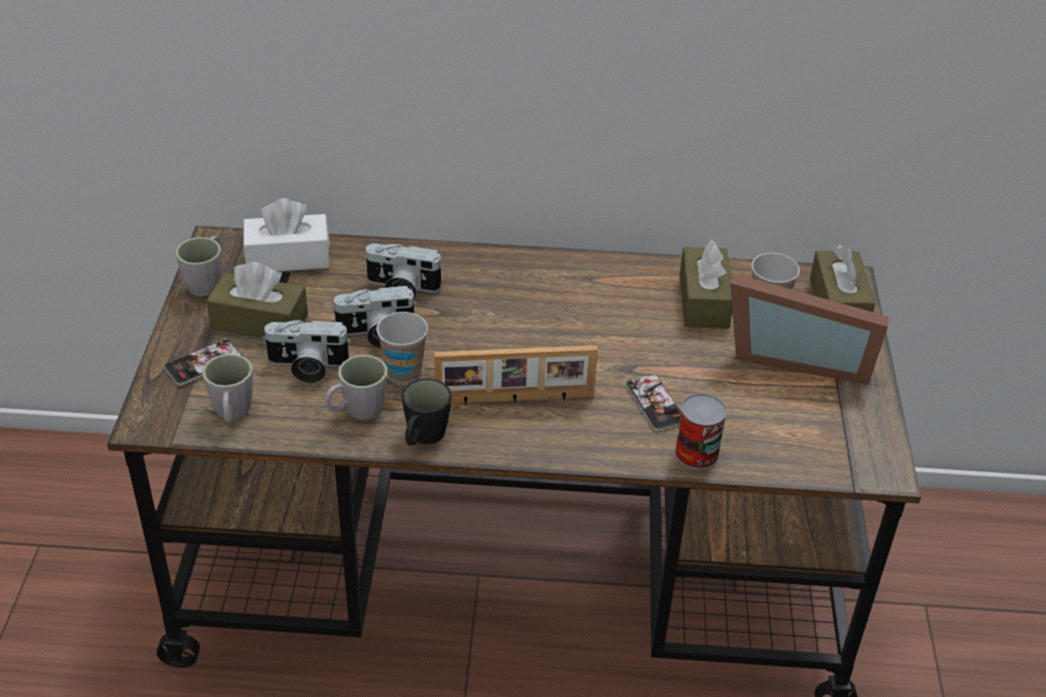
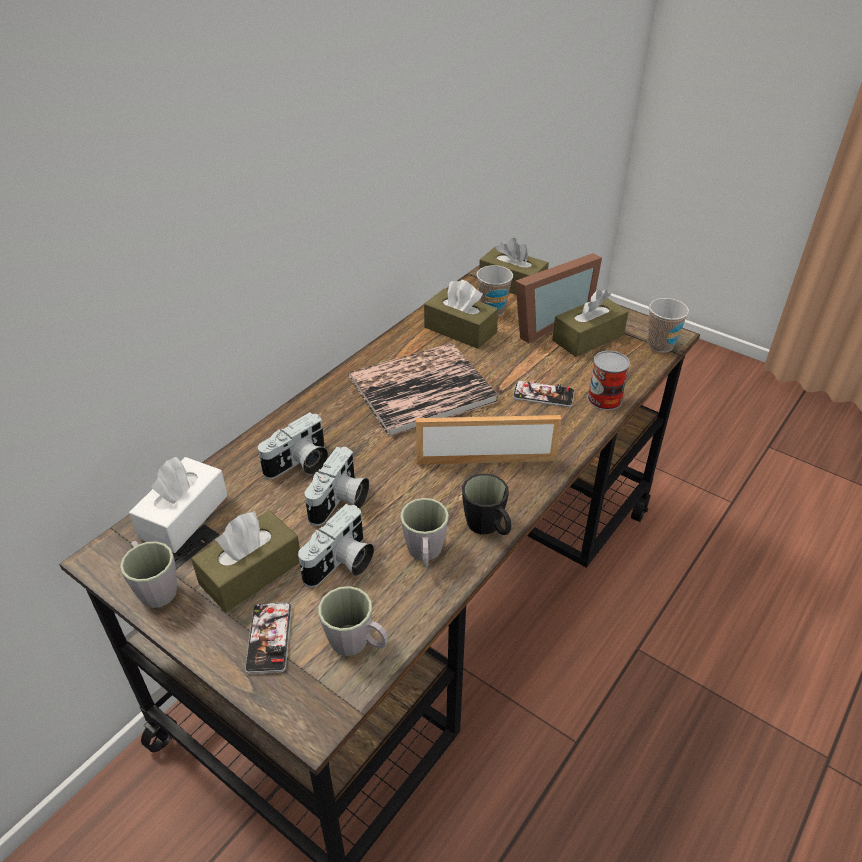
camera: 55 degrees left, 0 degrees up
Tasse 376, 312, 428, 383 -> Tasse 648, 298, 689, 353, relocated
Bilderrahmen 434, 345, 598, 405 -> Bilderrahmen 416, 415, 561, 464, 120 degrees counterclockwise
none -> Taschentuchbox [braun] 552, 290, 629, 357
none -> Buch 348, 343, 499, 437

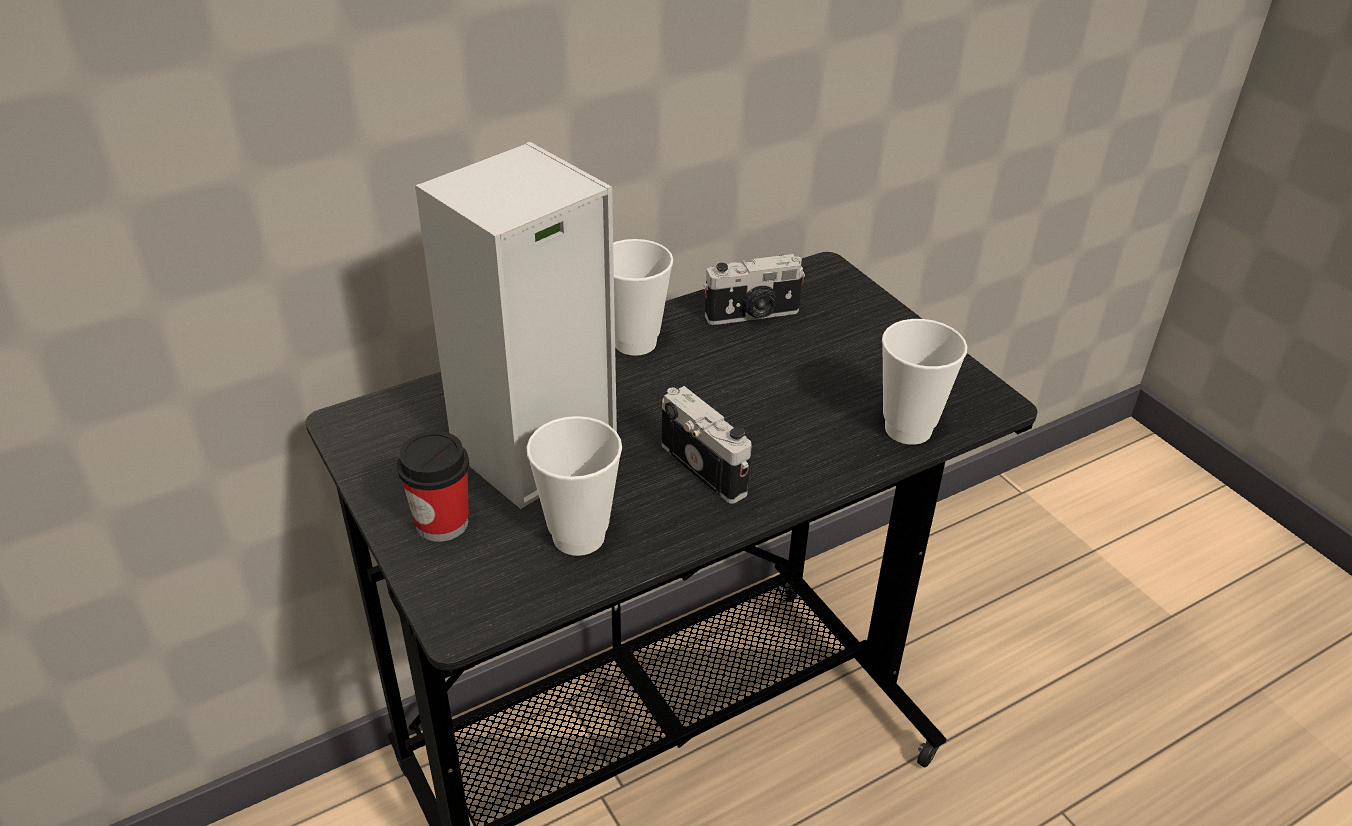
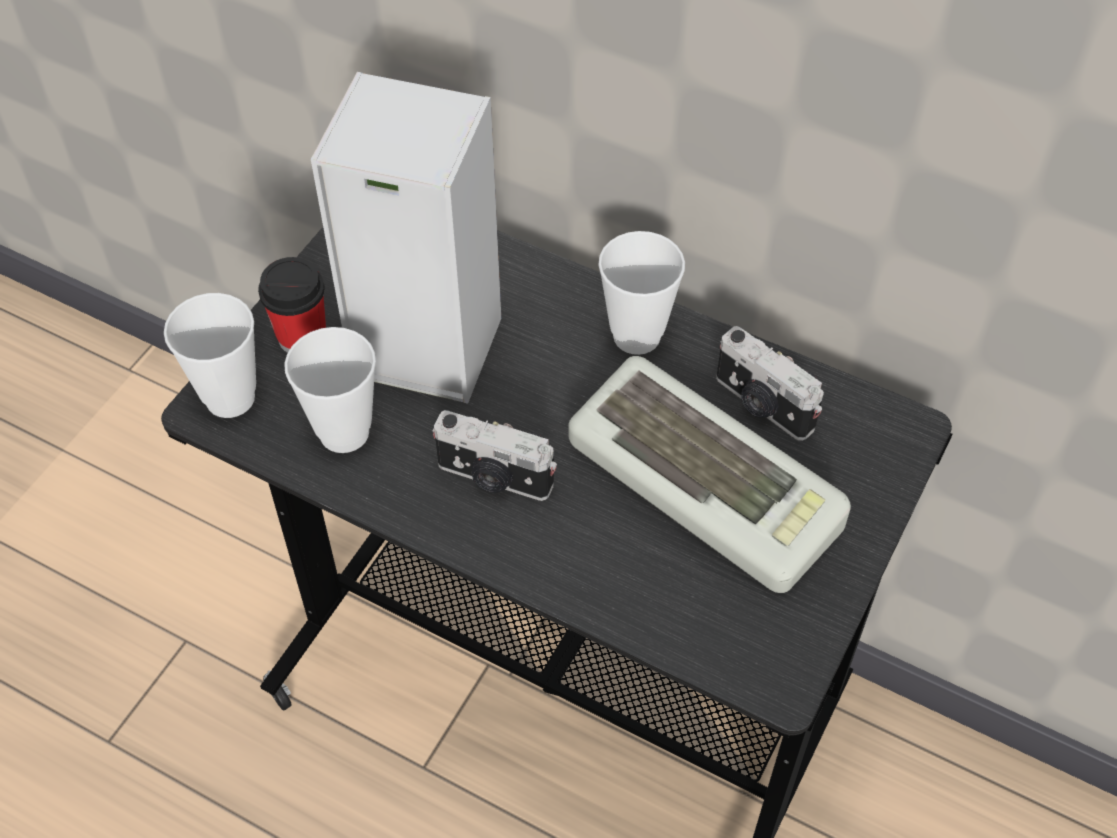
camera: 60 degrees right, 15 degrees up
Tasse 882, 319, 967, 445 -> Tasse 164, 293, 256, 418, relocated
Kamera 662, 386, 752, 504 -> Kamera 432, 410, 557, 501, 90 degrees clockwise
none -> Tastatur 568, 356, 851, 593

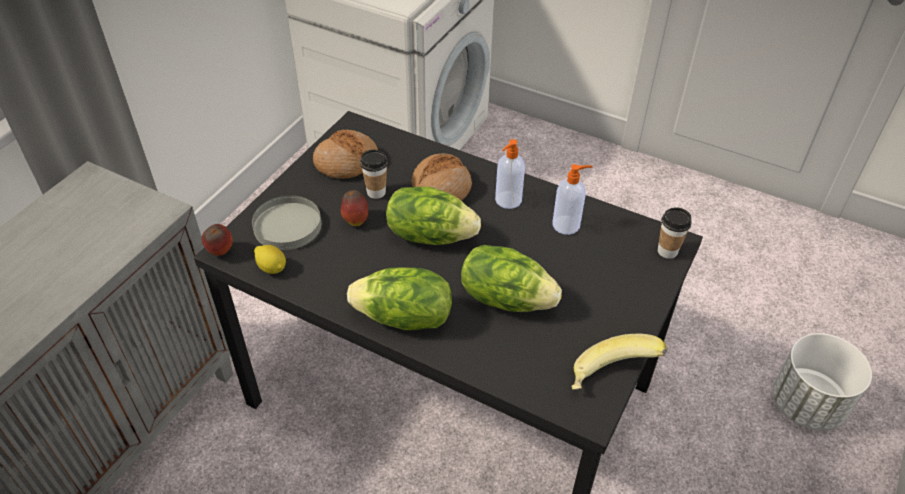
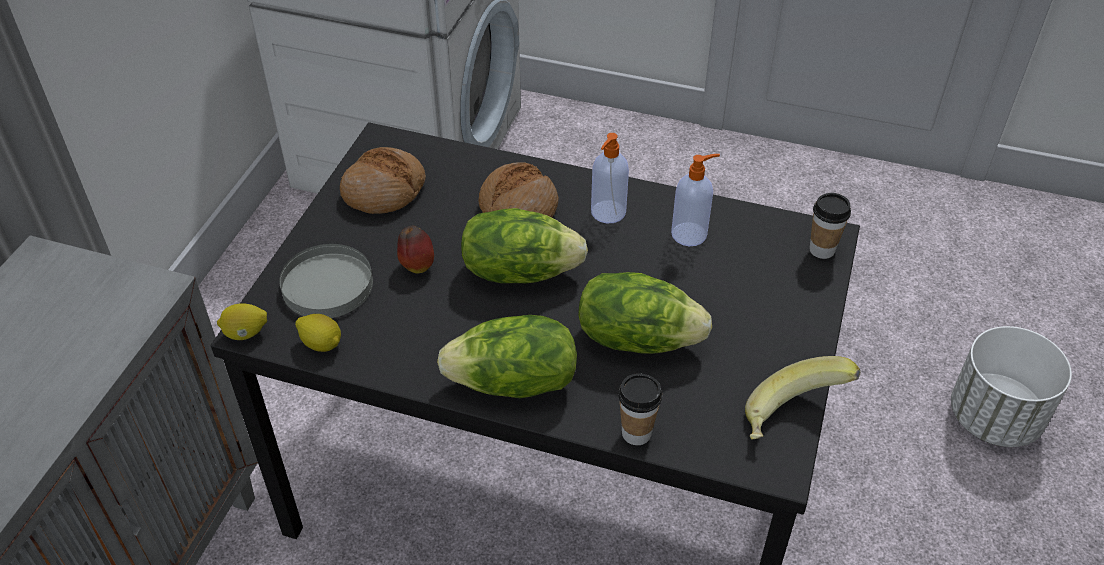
camera: 10 degrees left, 0 degrees up
Tasse 360, 149, 388, 199 -> Tasse 618, 373, 662, 445, relocated
Apfel 201, 224, 233, 256 -> Zitrone 217, 303, 267, 340

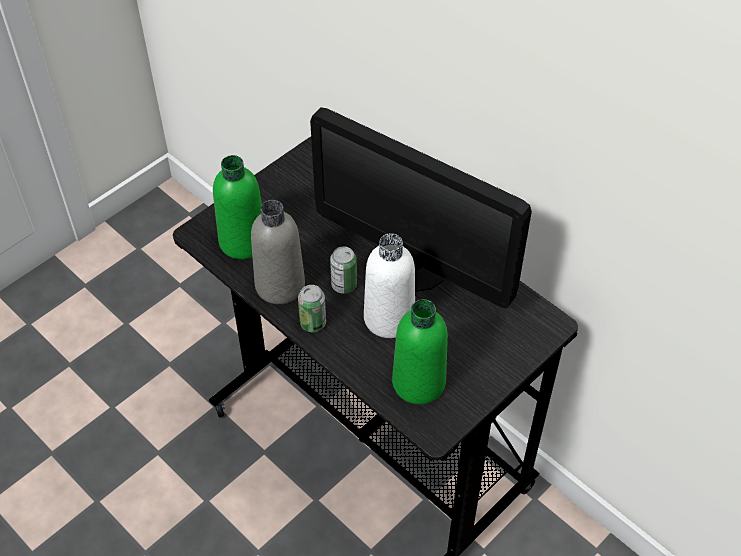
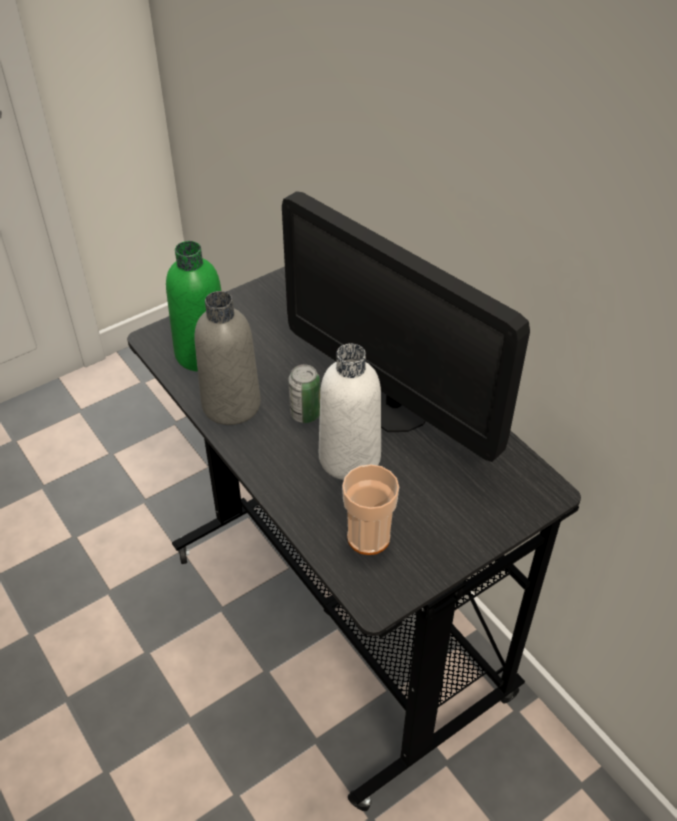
camera: 10 degrees right, 5 degrees down
Dose 298, 285, 326, 332 -> none
Flasche [grün] 392, 299, 448, 404 -> Tasse 342, 464, 399, 555

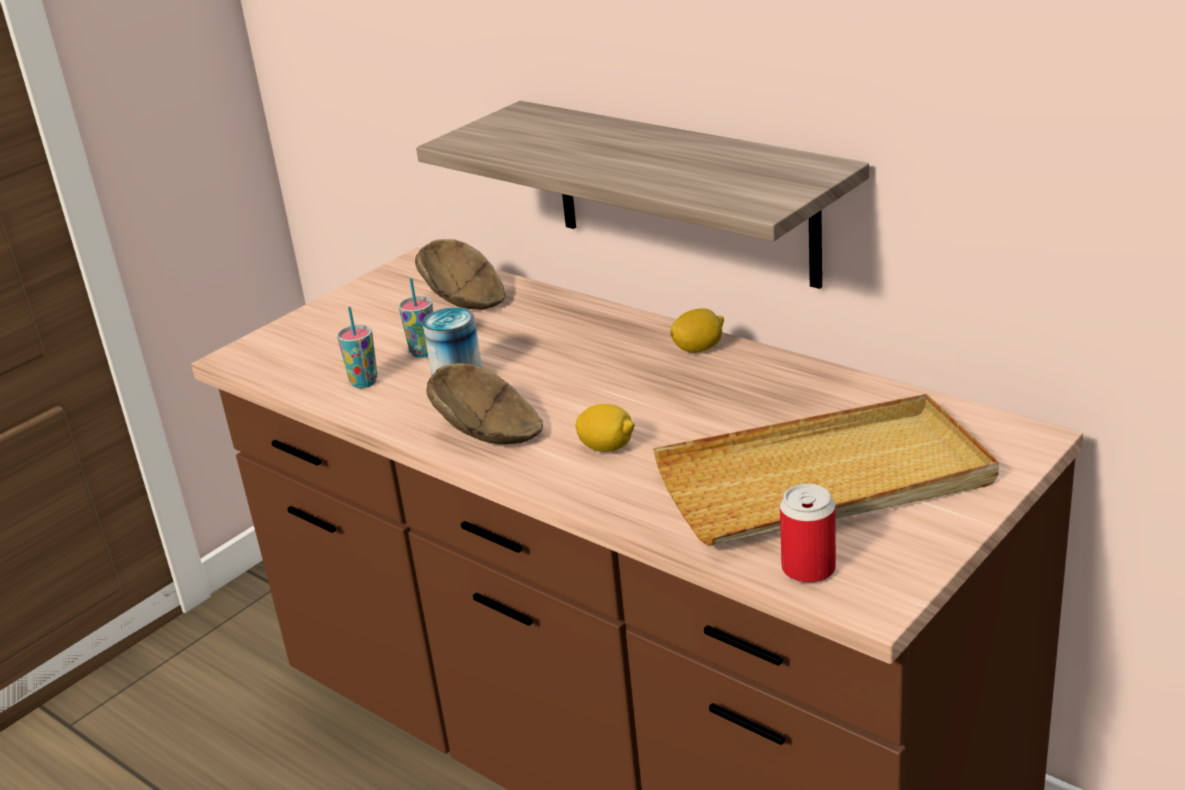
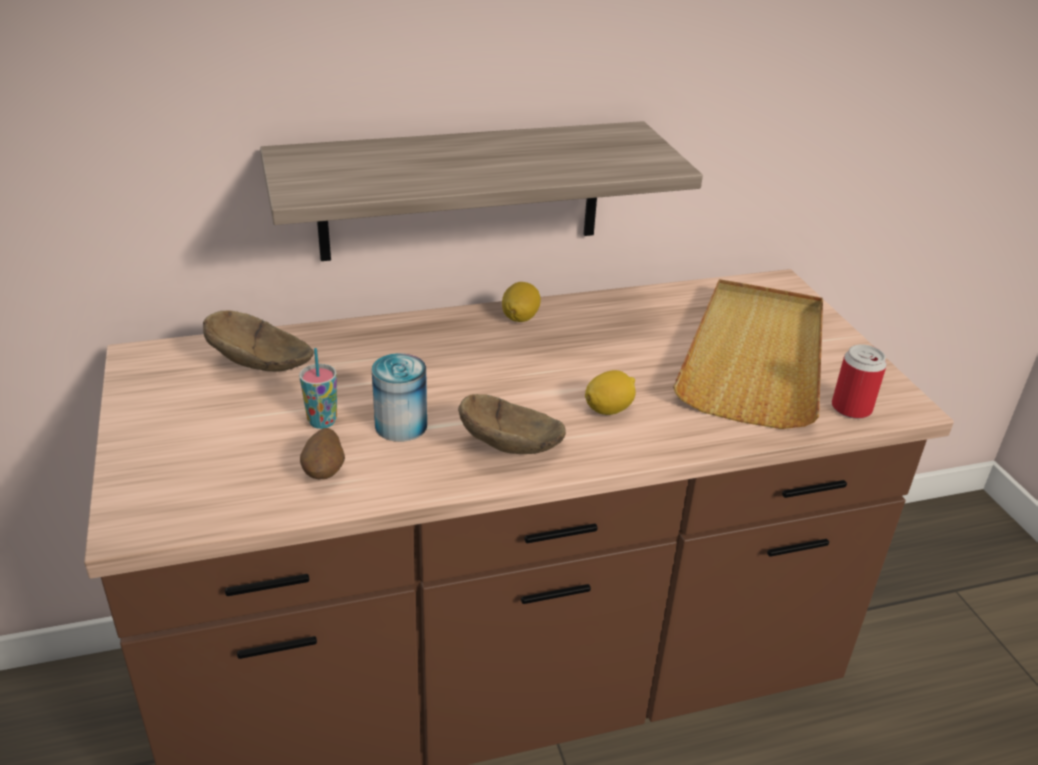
camera: 60 degrees left, 5 degrees up
Tasse 337, 307, 378, 388 -> Kartoffel 300, 428, 345, 479

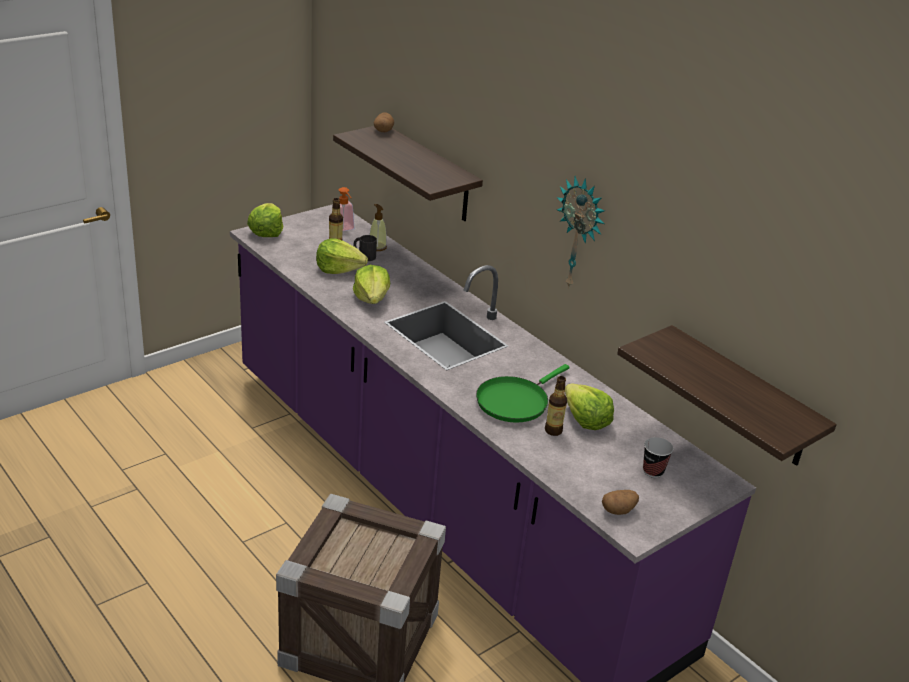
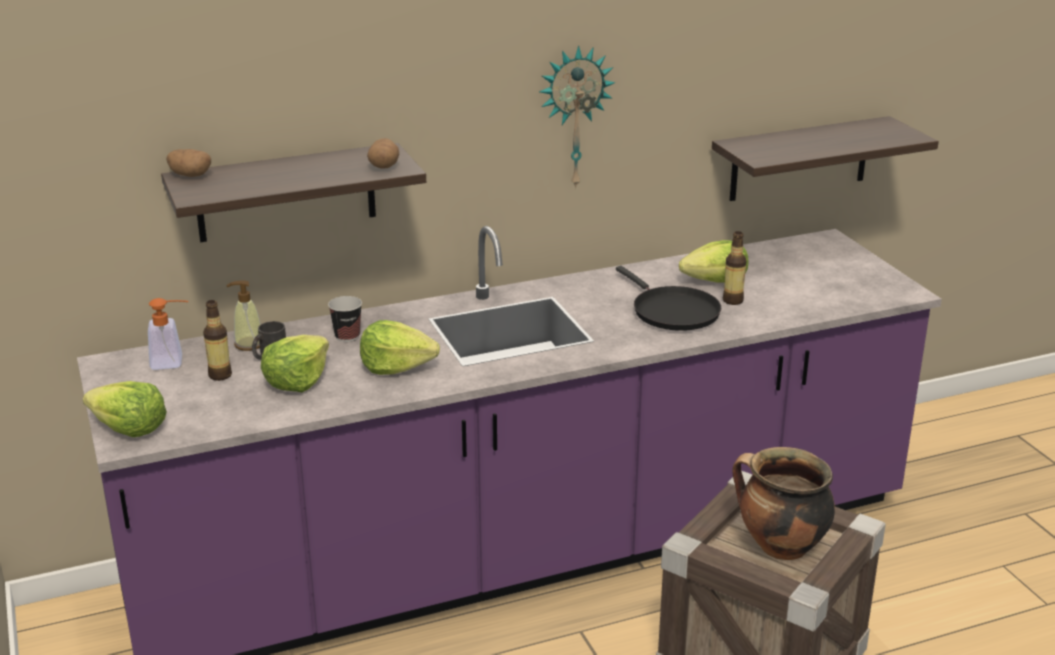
camera: 70 degrees left, 5 degrees down
Pfanne [grün] 476, 364, 570, 423 -> Pfanne [schwarz] 616, 266, 721, 331
Tasse 643, 437, 674, 478 -> Tasse 328, 296, 362, 342, relocated
Kartoffel 602, 490, 639, 515 -> Kartoffel 367, 138, 399, 169, relocated
none -> Kochtopf 732, 447, 835, 560

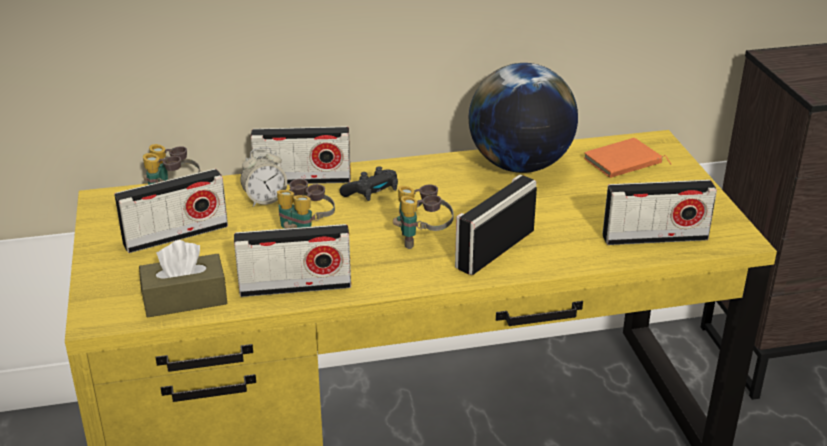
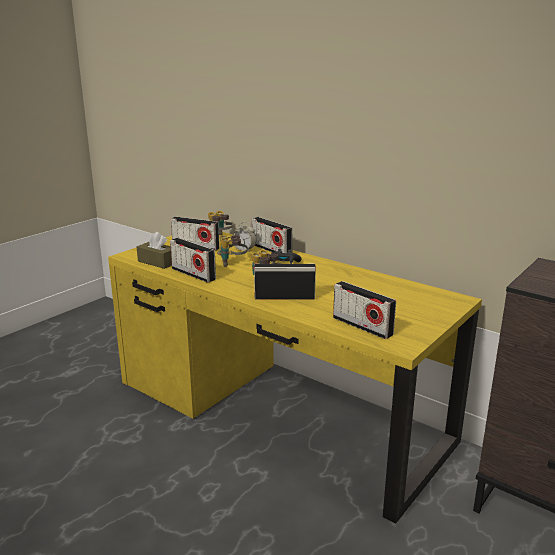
camera: 50 degrees right, 10 degrees down
Globus 469, 63, 578, 173 -> none
Buch [orange] 584, 138, 672, 178 -> none

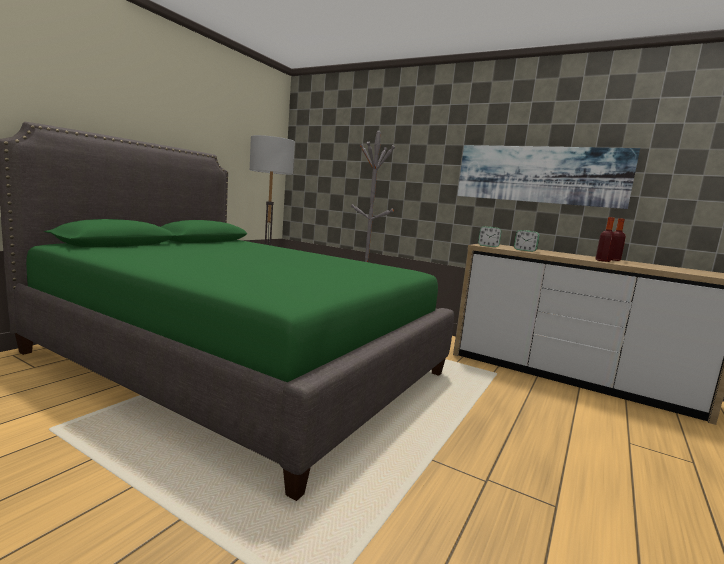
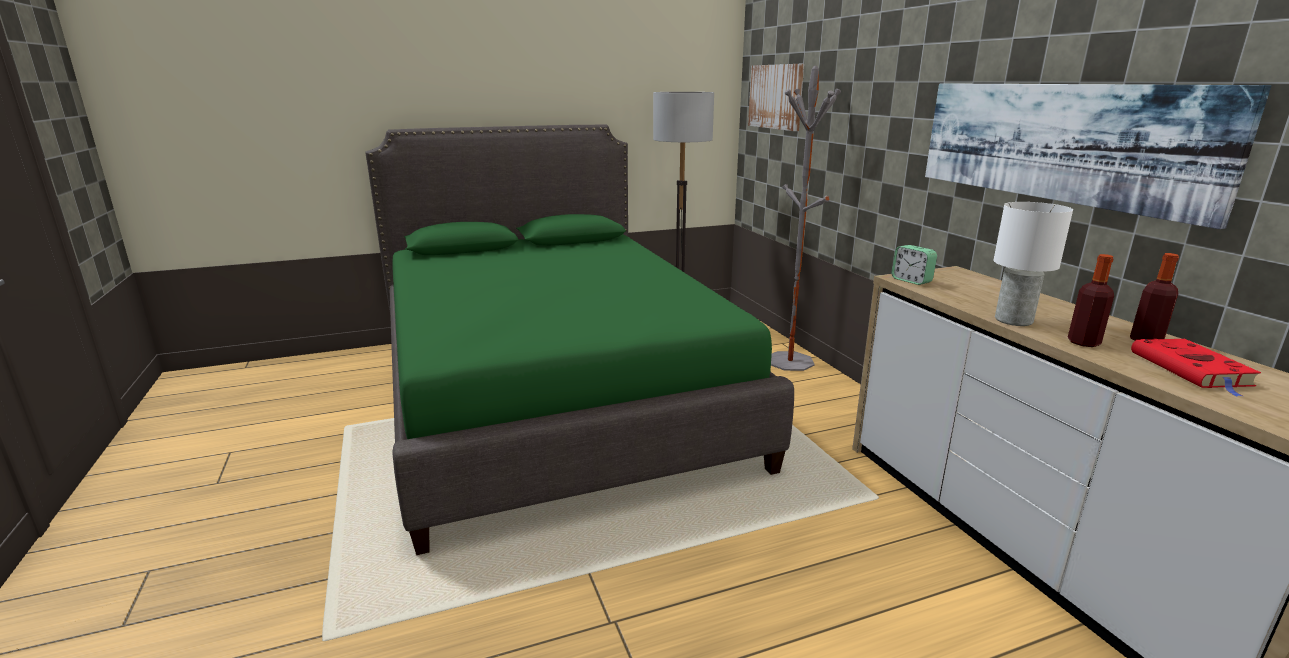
camera: 40 degrees right, 10 degrees up
Wecker 514, 230, 540, 252 -> none
none -> Bild 748, 64, 804, 131
none -> Tischlampe [weiß] 993, 202, 1073, 326
none -> Buch [rot] 1131, 339, 1261, 397

